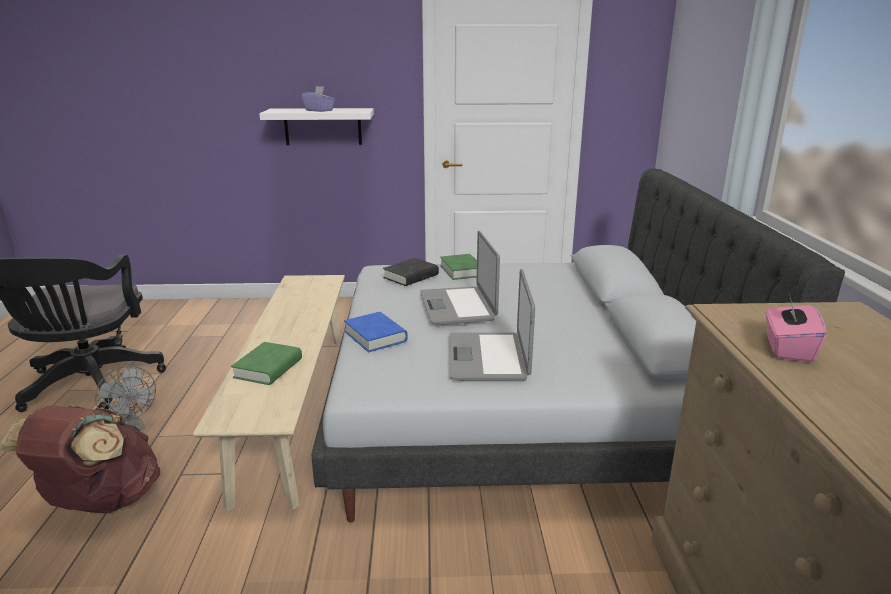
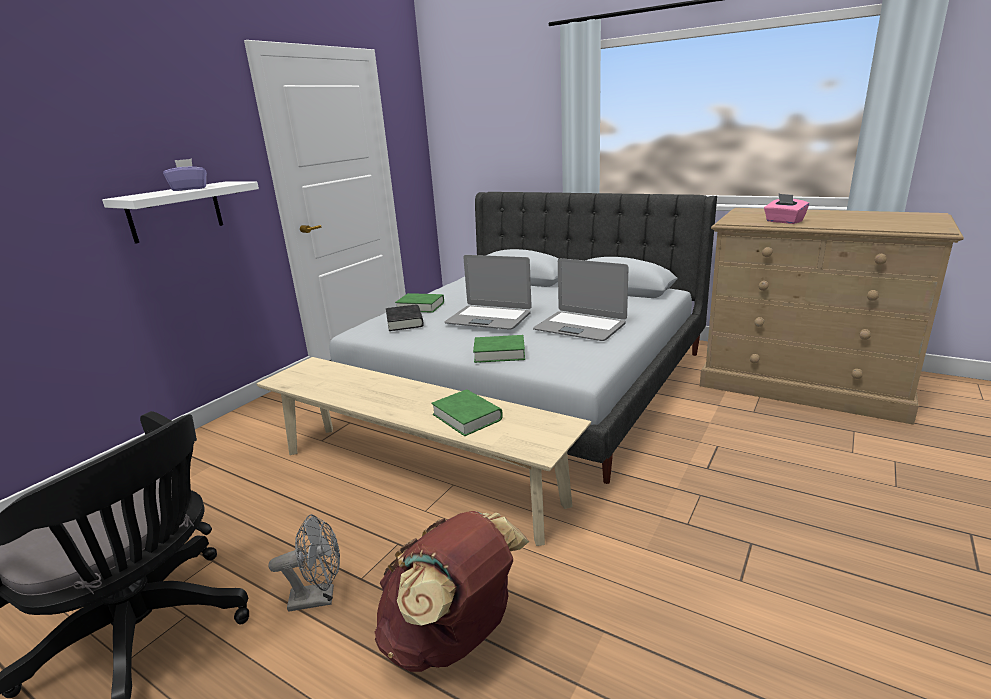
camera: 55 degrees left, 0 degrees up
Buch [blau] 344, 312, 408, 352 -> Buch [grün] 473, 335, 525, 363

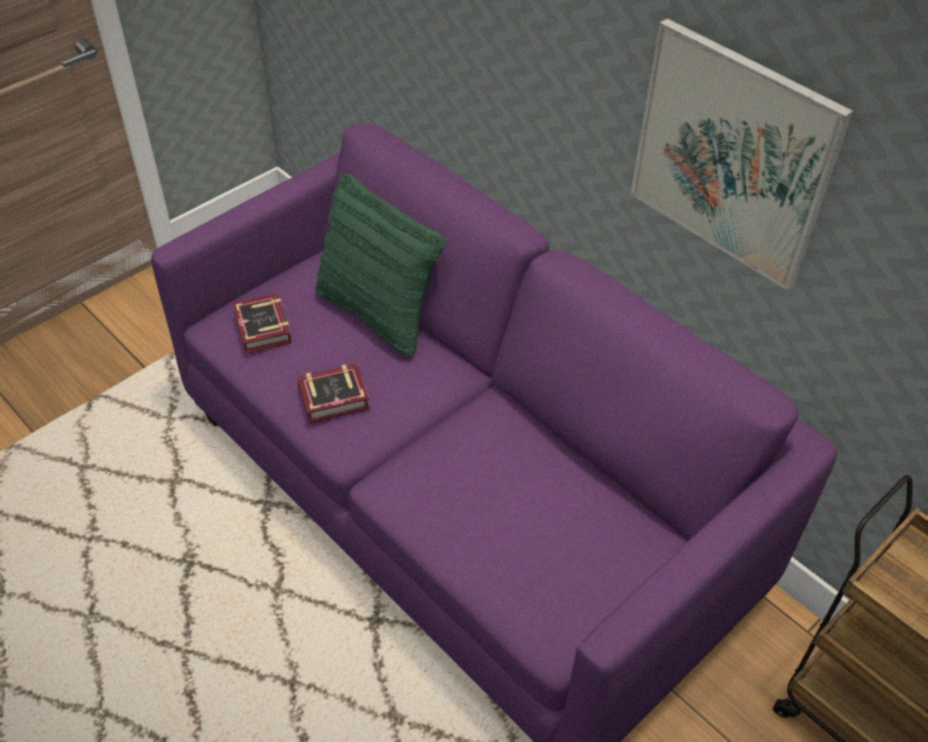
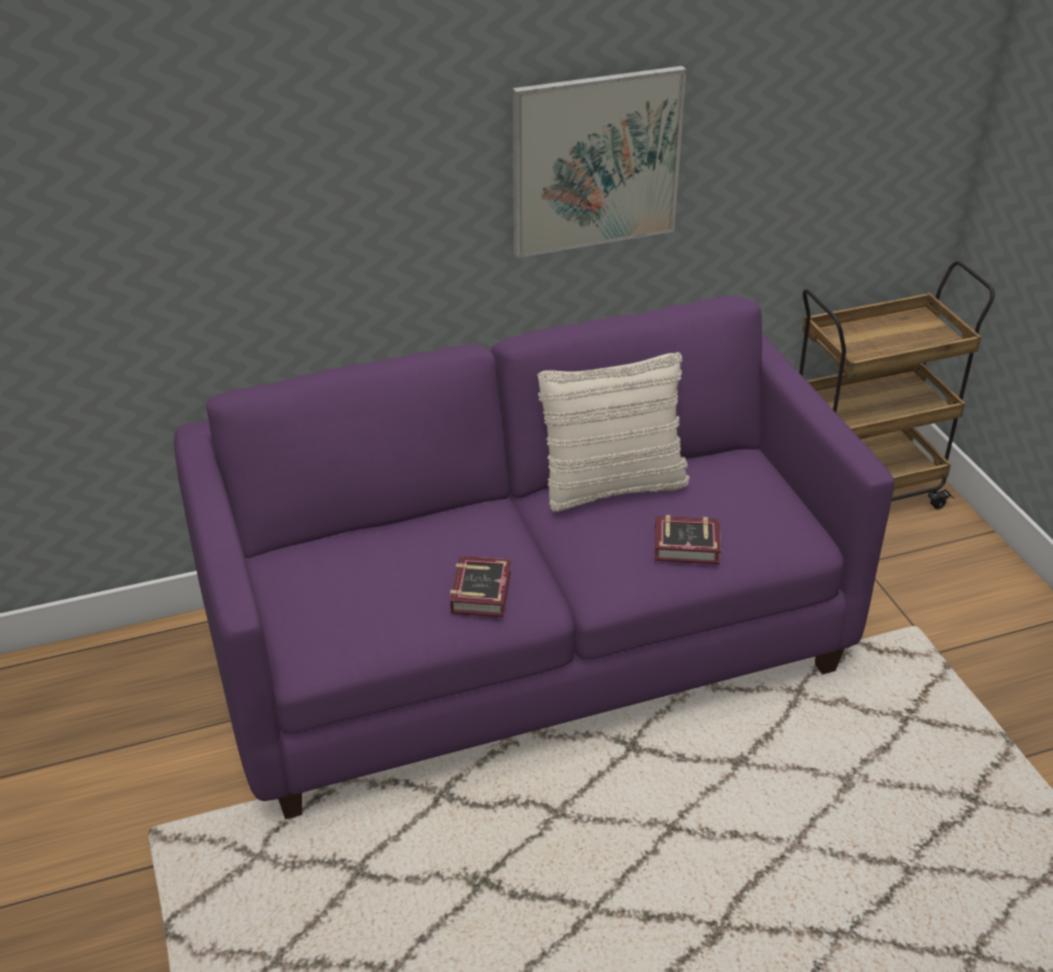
camera: 65 degrees left, 10 degrees down
Kissen [grün] 315, 173, 447, 357 -> none
Buch 232, 293, 292, 354 -> Buch 655, 515, 721, 564, relocated
none -> Kissen [beige] 537, 352, 690, 512

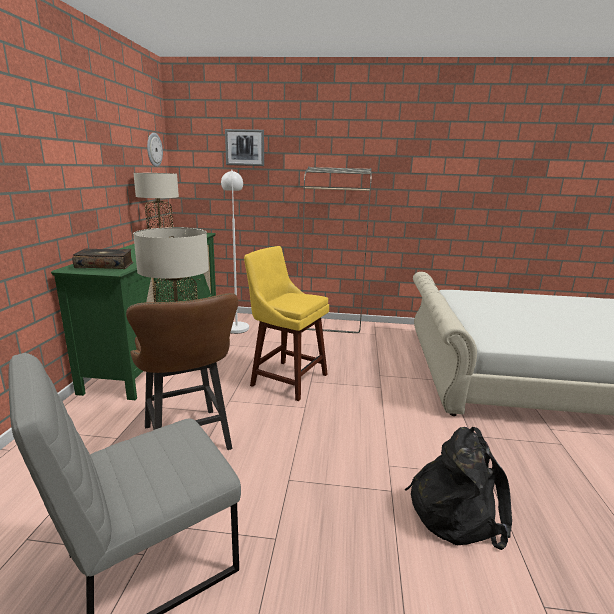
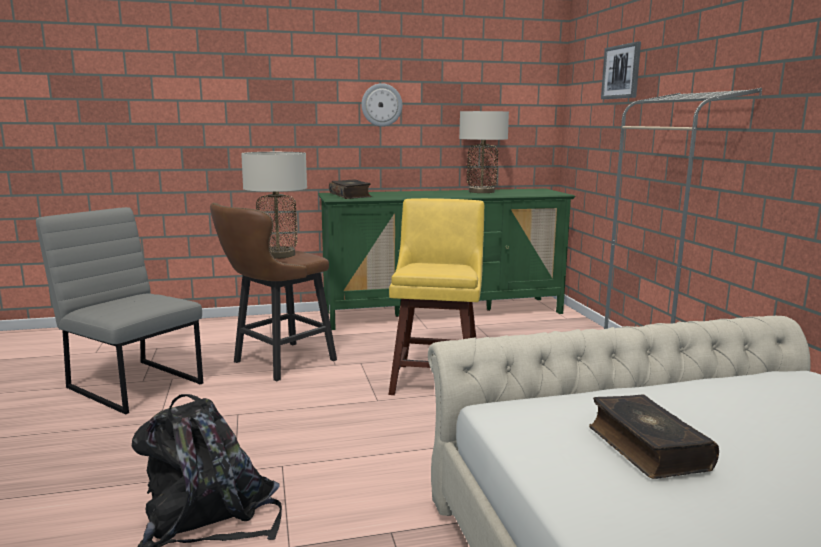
camera: 70 degrees right, 5 degrees down
Wanduhr 147, 133, 163, 167 -> Wanduhr 362, 83, 402, 127, relocated
Stehlampe [weiß] 221, 169, 249, 334 -> none
none -> Buch 589, 395, 719, 479

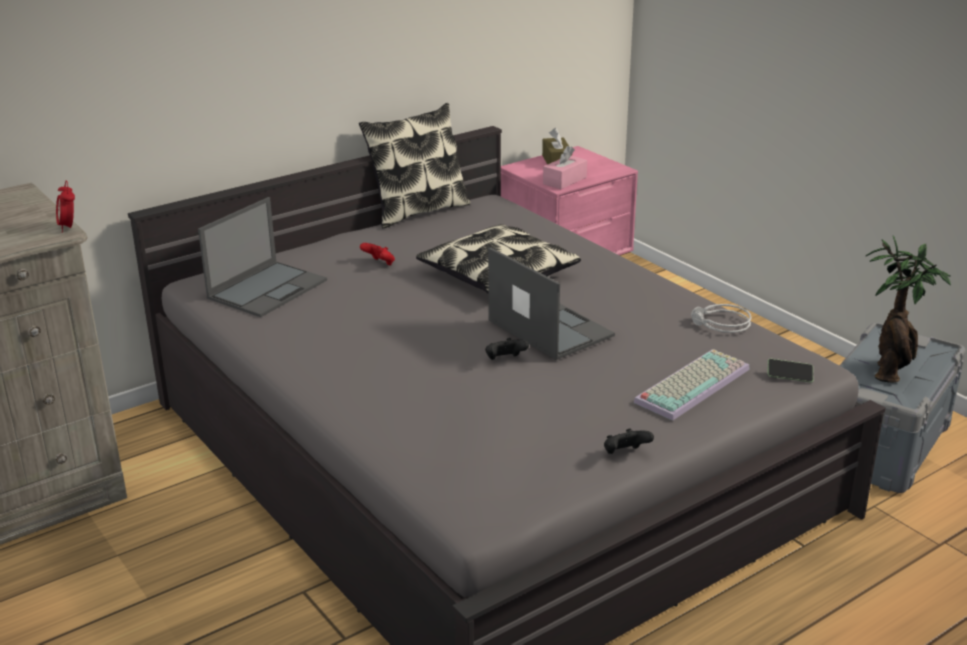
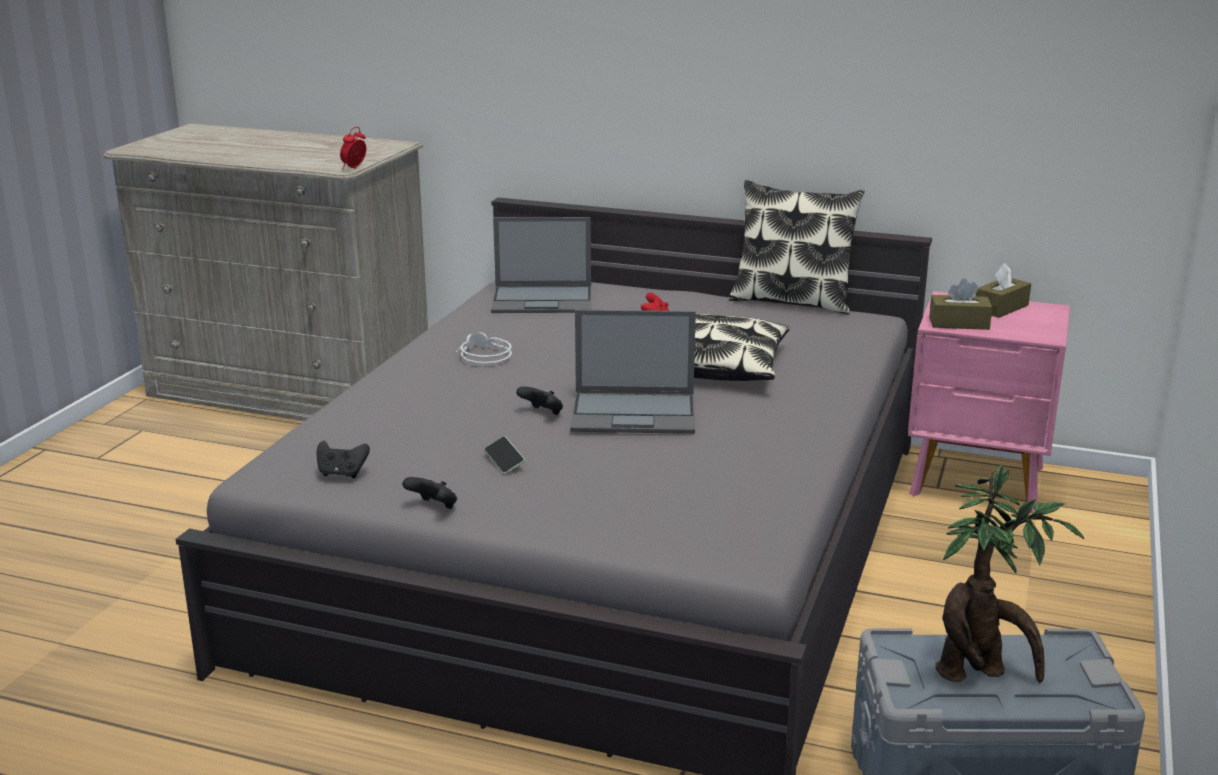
camera: 55 degrees right, 5 degrees down
Taschentuchbox [rosa] 543, 146, 587, 189 -> Taschentuchbox [braun] 929, 278, 992, 330
Laptop 488, 247, 615, 360 -> Laptop 570, 310, 696, 434, 75 degrees clockwise
Kopfhörer [grau] 691, 304, 752, 333 -> Kopfhörer [grau] 456, 332, 512, 364, relocated
Tastatur 634, 349, 750, 421 -> none
Handy 768, 359, 813, 383 -> Handy 484, 436, 525, 474, relocated
none -> Gamepad [schwarz] 317, 441, 370, 478

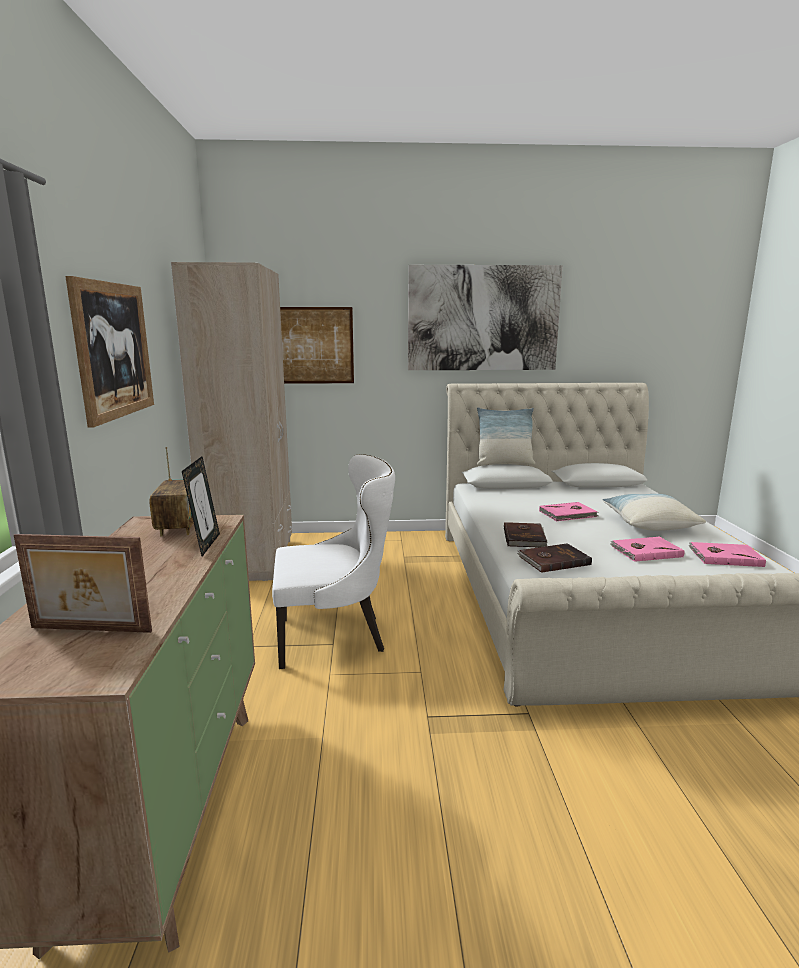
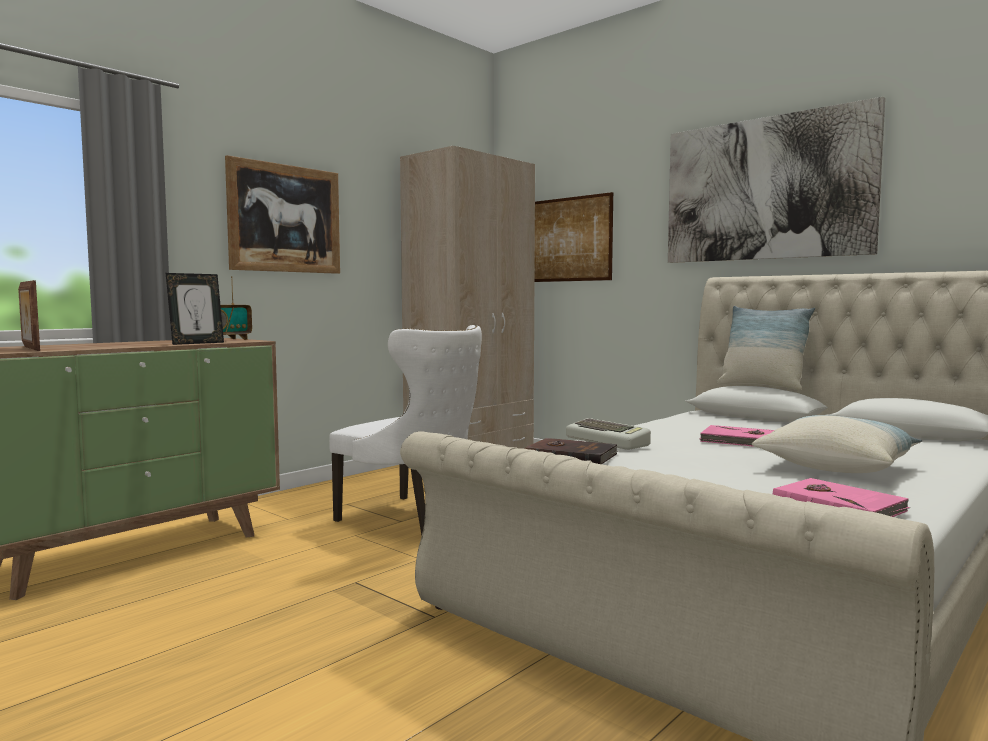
camera: 45 degrees right, 10 degrees down
Buch [braun] 504, 522, 548, 547 -> Tastatur 566, 418, 651, 450
Buch [rosa] 610, 537, 685, 562 -> none

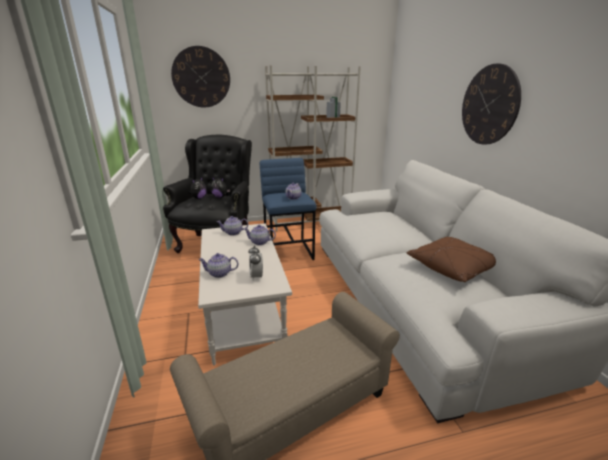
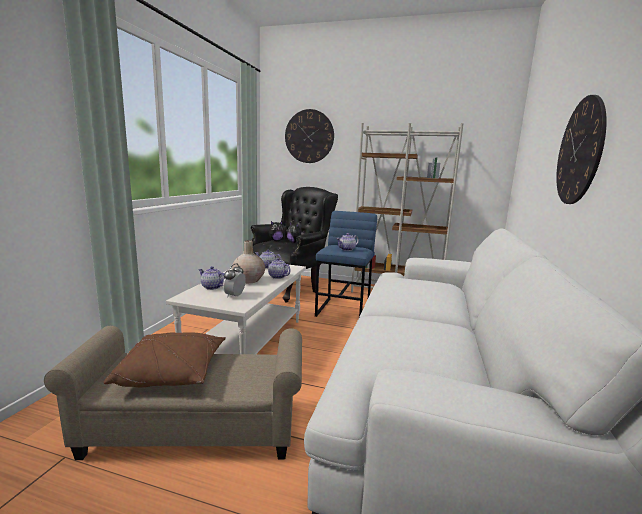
camera: 30 degrees right, 10 degrees down
Kissen [braun] 407, 237, 496, 282 -> Kissen [braun] 104, 332, 226, 387, relocated
none -> Vase [beige] 232, 240, 265, 283

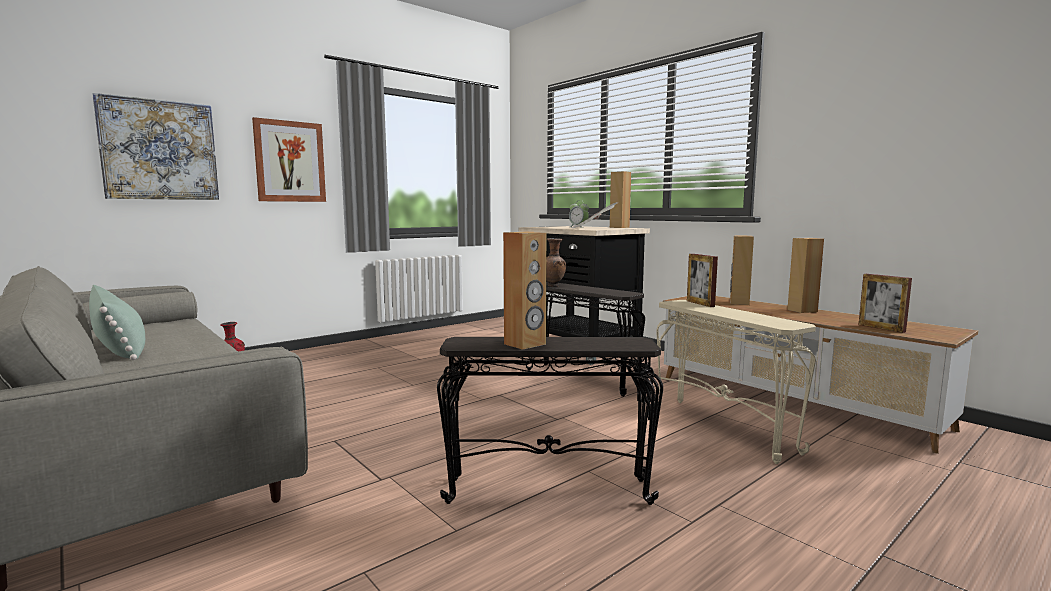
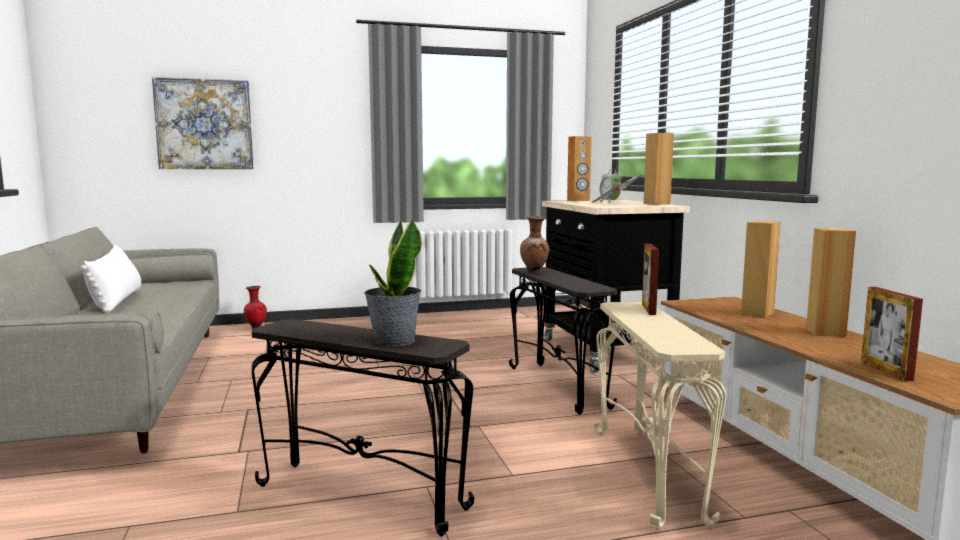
camera: 25 degrees right, 0 degrees up
Bild 252, 117, 326, 202 -> none
Lautsprecher [braun] 503, 232, 547, 350 -> Lautsprecher [braun] 567, 136, 592, 201, relocated
Kissen [grün] 89, 285, 145, 360 -> Kissen [weiß] 81, 245, 141, 312
none -> Topfpflanze 364, 219, 422, 346

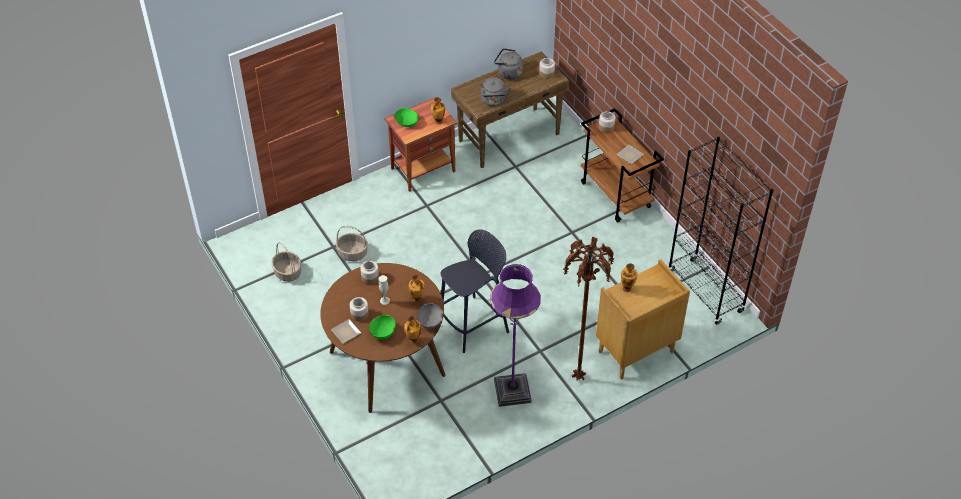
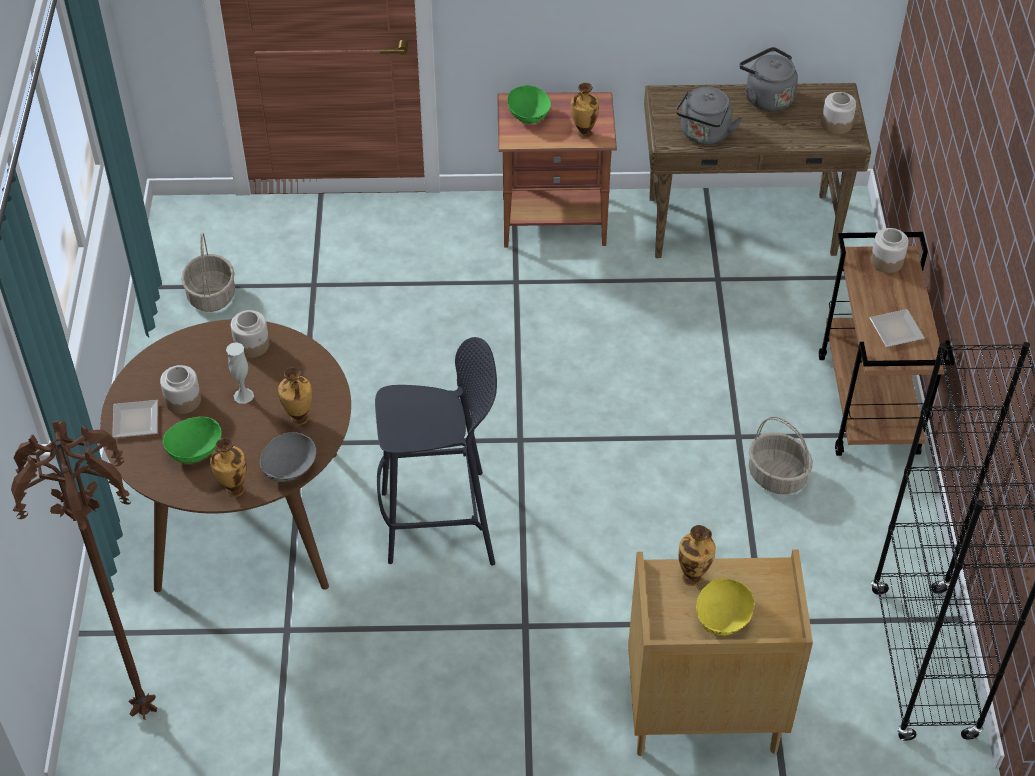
camera: 30 degrees right, 0 degrees up
Korb 336, 226, 368, 261 -> Korb 749, 416, 813, 494, relocated
Stehlampe [braun] 563, 237, 615, 381 -> Stehlampe [braun] 11, 421, 157, 720, relocated
Stehlampe [lila] 490, 264, 541, 407 -> none
none -> Schüssel [gelb] 696, 578, 755, 636

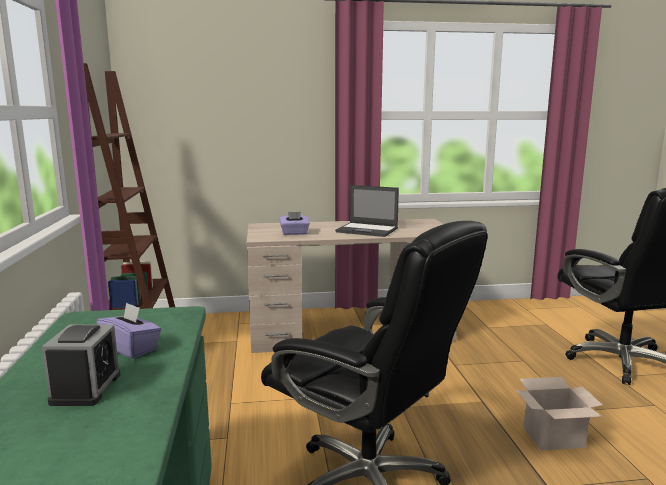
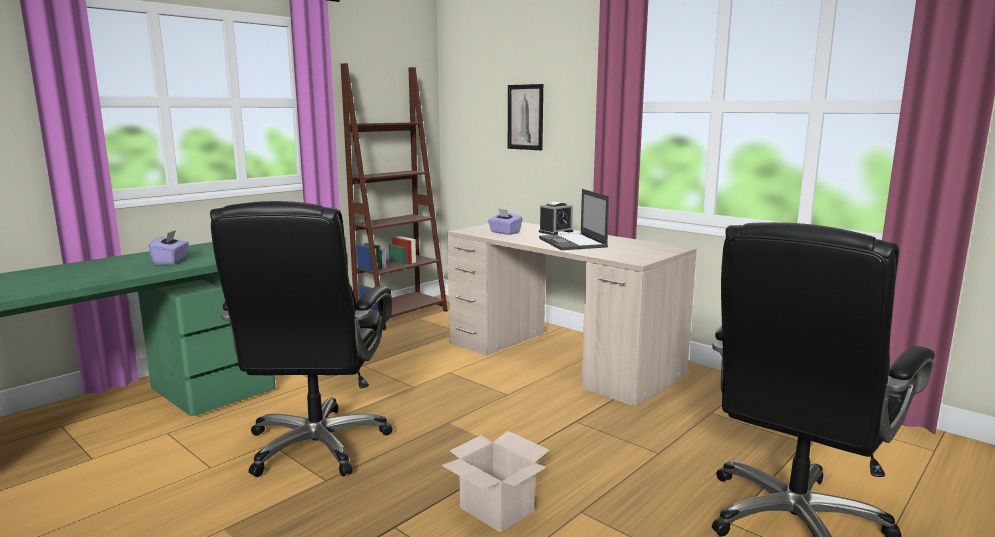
camera: 50 degrees right, 0 degrees up
Wecker 42, 325, 120, 406 -> Wecker 539, 202, 573, 235, relocated
none -> Bild 508, 84, 543, 150

